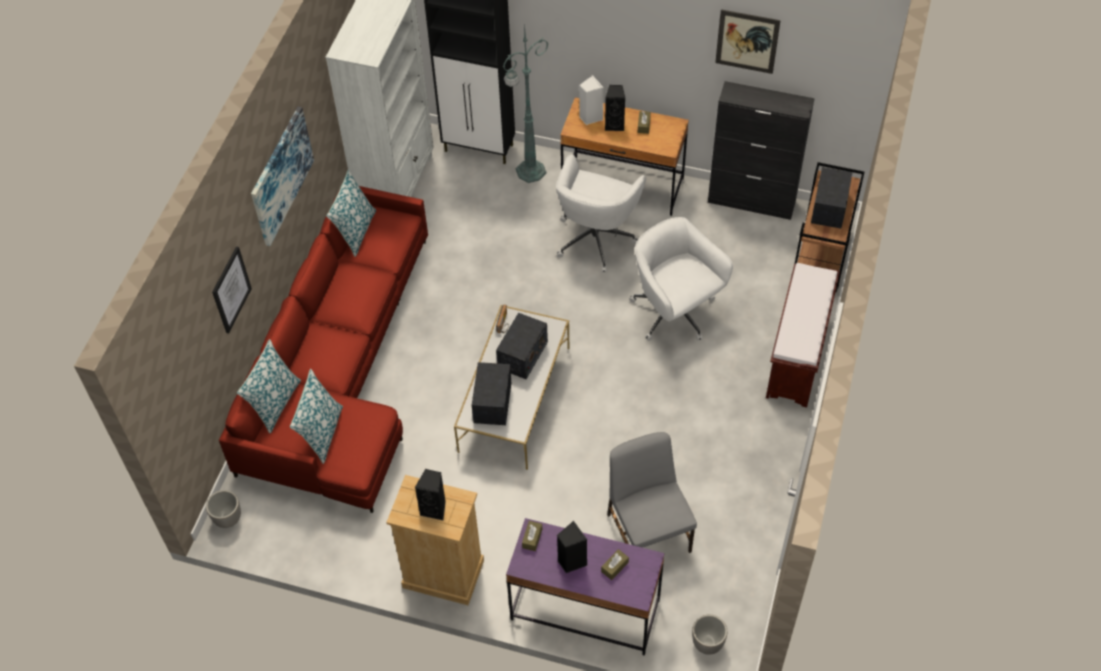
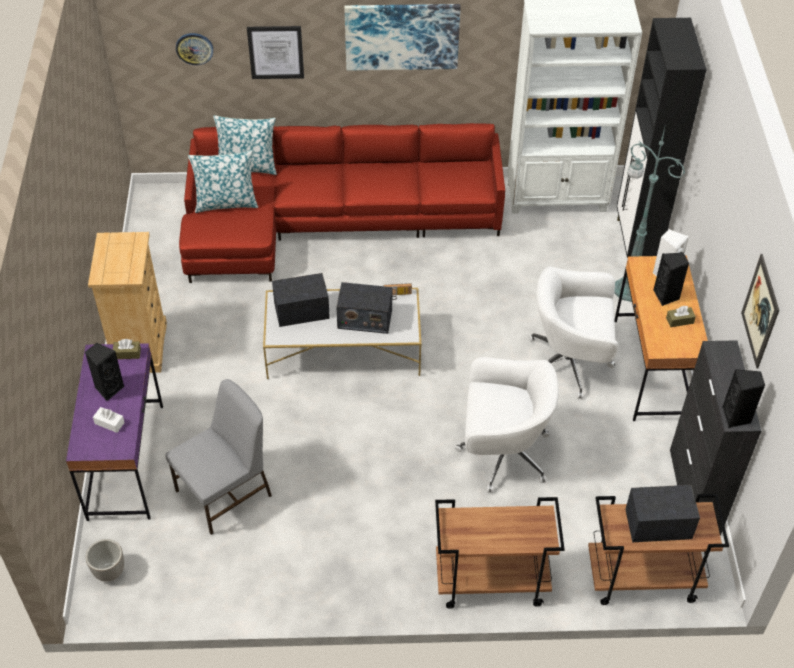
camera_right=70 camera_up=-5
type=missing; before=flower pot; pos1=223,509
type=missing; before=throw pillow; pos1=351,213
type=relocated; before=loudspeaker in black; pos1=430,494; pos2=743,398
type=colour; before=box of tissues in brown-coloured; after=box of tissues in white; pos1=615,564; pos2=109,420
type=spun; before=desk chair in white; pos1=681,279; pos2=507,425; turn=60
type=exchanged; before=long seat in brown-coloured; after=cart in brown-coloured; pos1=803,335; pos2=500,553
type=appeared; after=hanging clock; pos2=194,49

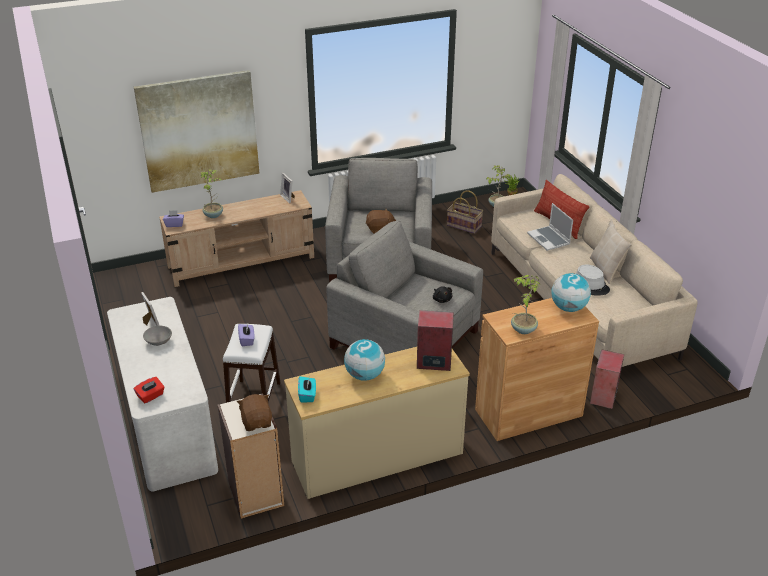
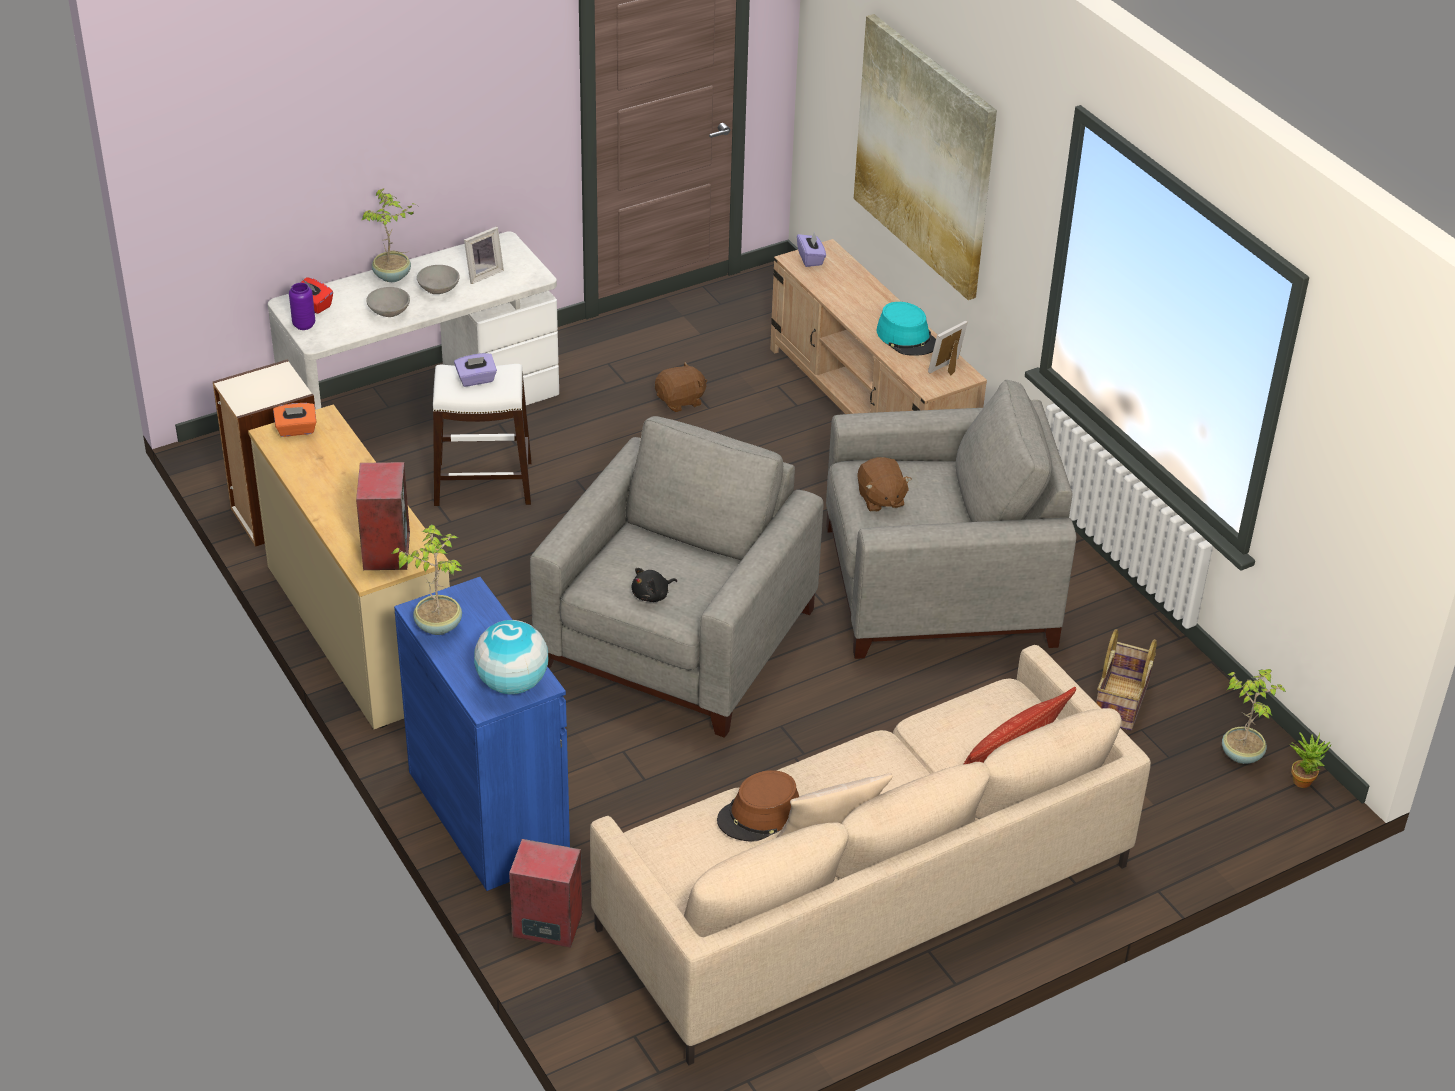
camera_right=80 camera_up=5
type=relocated; before=houseplant; pos1=212,193; pos2=388,235
type=relocated; before=soft toy in brown-coloured; pos1=254,412; pos2=681,387
type=colour; before=box of tissues in blue-green; after=box of tissues in orange; pos1=307,389; pos2=294,420
type=missing; before=world globe; pos1=364,360
type=colour; before=cabinet in brown-coloured; after=cabinet in blue-coloured; pos1=537,369; pos2=482,734
type=missing; before=laptop; pos1=550,227
type=colour; before=clothing hat in gray; after=clothing hat in brown-coloured; pos1=593,280; pos2=758,806
type=appeared; after=vase in purple-coloured; pos2=302,306
type=appeared; after=deep dish in gray; pos2=388,302
type=appeared; after=clothing hat in blue-green; pos2=906,329

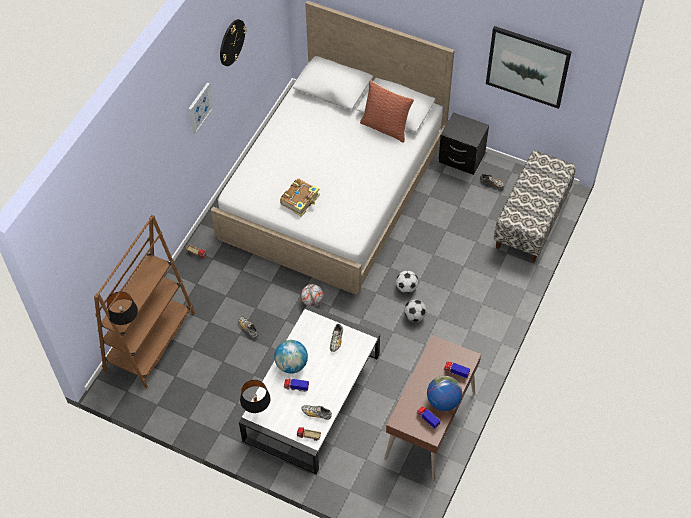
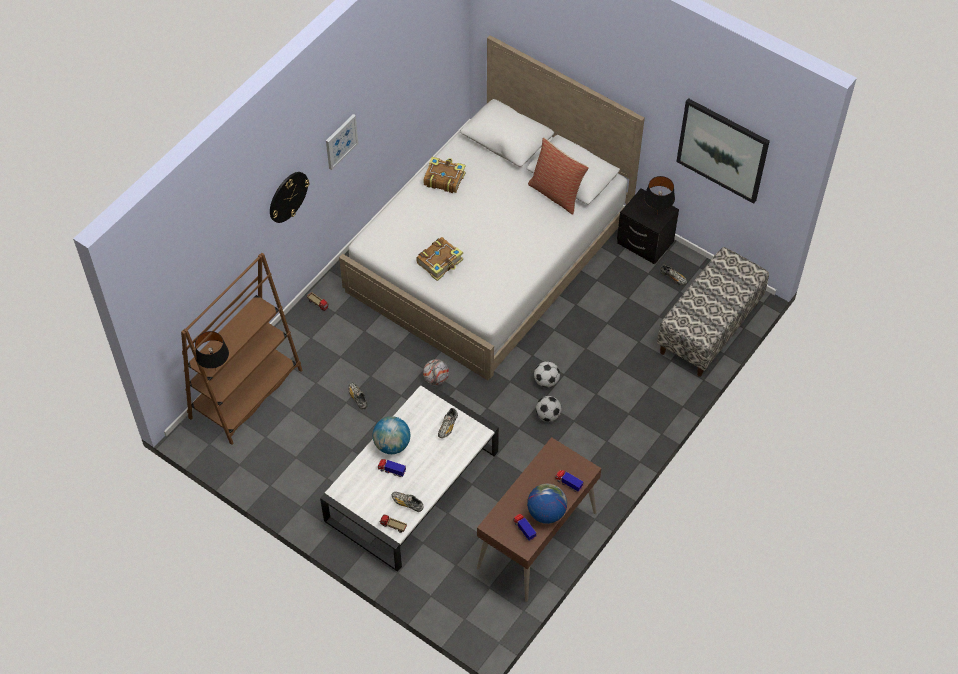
camera_right=10 camera_up=0
type=relocated; before=hanging clock; pos1=233,42; pos2=289,197
type=relocated; before=lamp for a table in black; pos1=255,396; pos2=659,195
type=appeared; after=volume; pos2=445,175

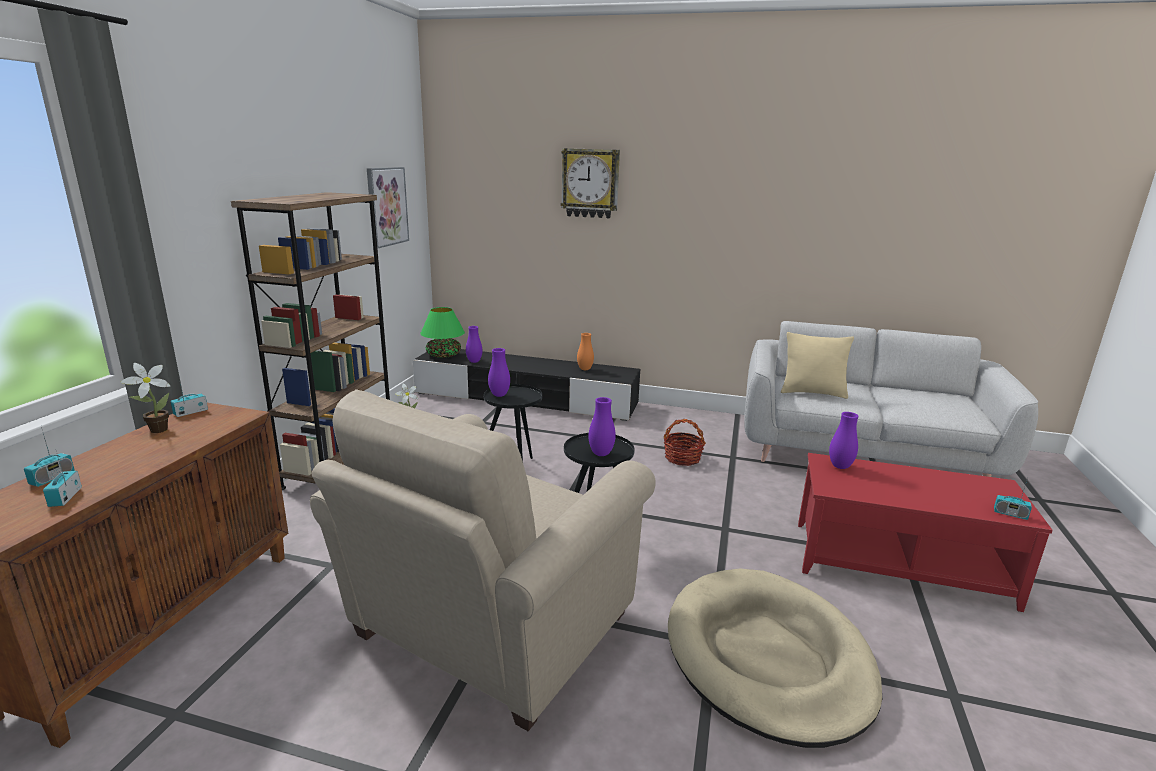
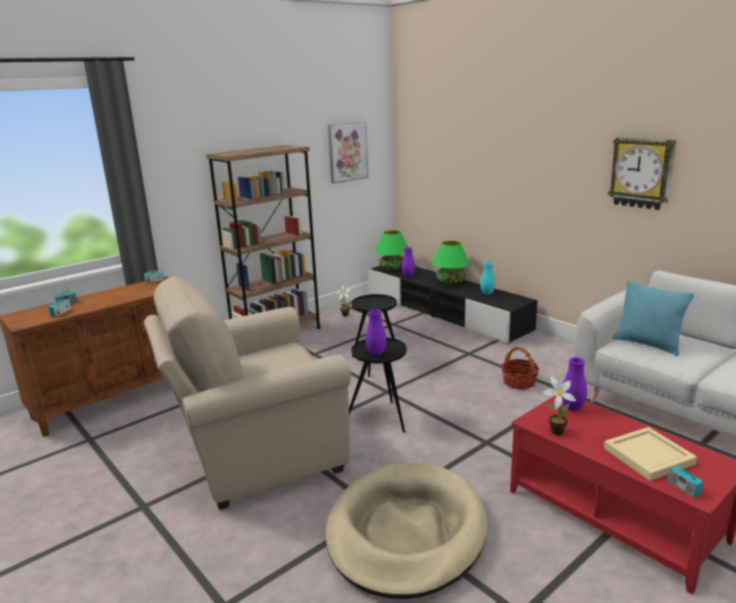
camera_right=35 camera_up=0
type=relocated; before=houseplant; pos1=145,398; pos2=559,406
type=missing; before=vase in purple-coloured; pos1=499,372
type=relocated; before=hanging clock; pos1=590,183; pos2=642,173
type=colour; before=vase in orange; after=vase in blue-green; pos1=585,351; pos2=487,278
type=colour; before=throw pillow in beige-coloured; after=throw pillow in blue-green; pos1=817,365; pos2=653,318
type=appeared; after=lamp for a table in green; pos2=451,262
type=appeared; after=carrying tray in beige-coloured; pos2=650,454

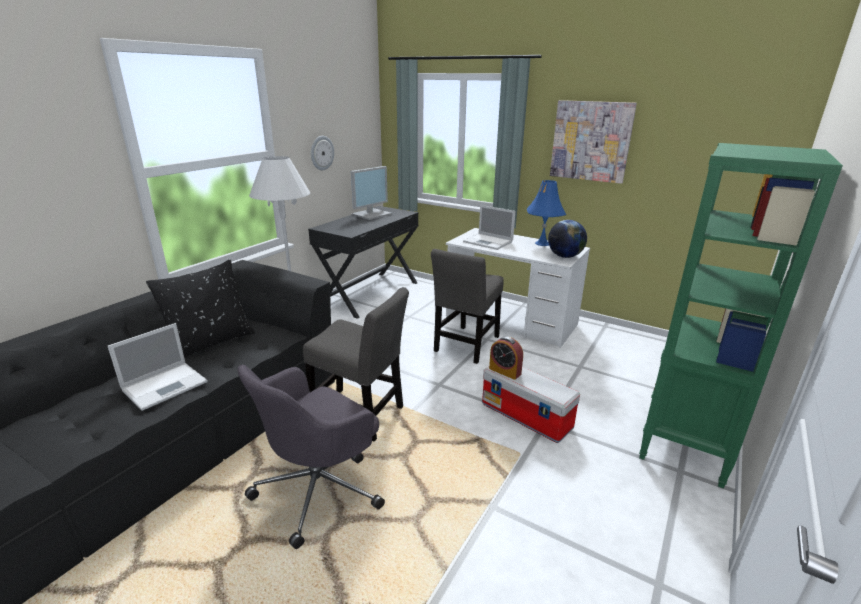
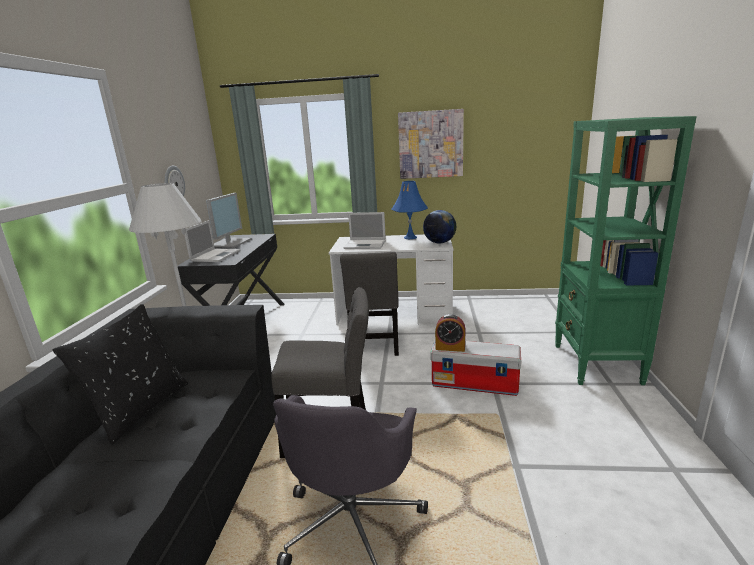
camera_right=-25 camera_up=-5
type=relocated; before=laptop; pos1=158,367; pos2=212,241

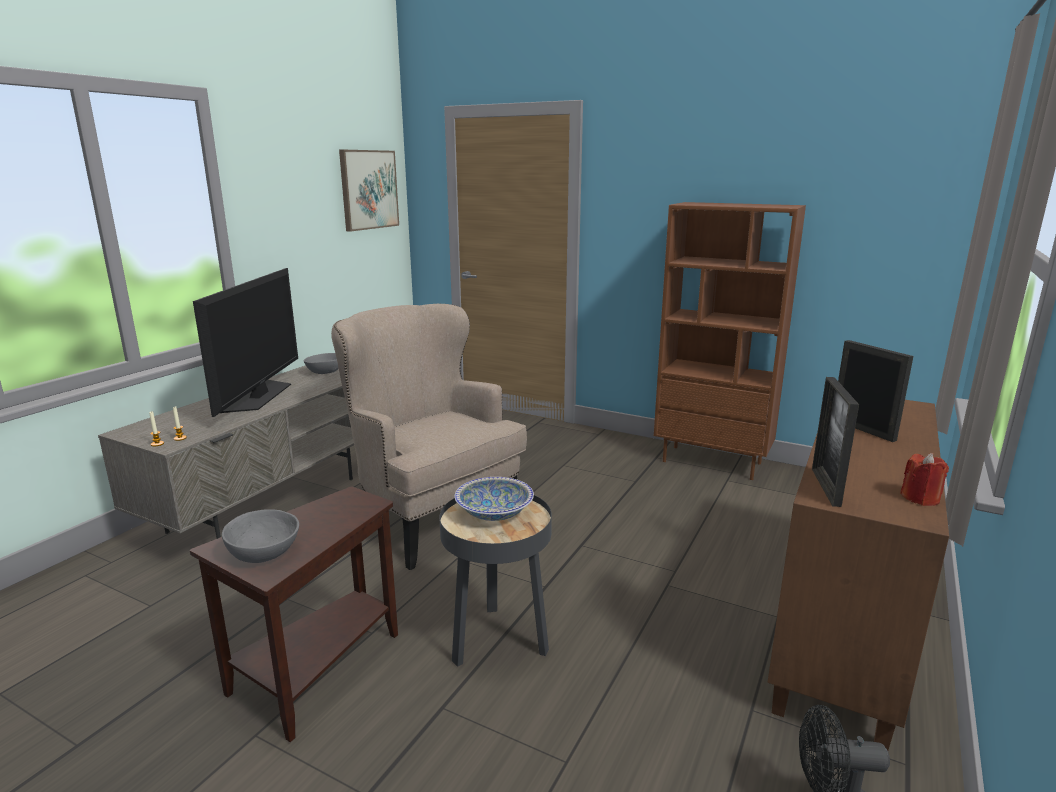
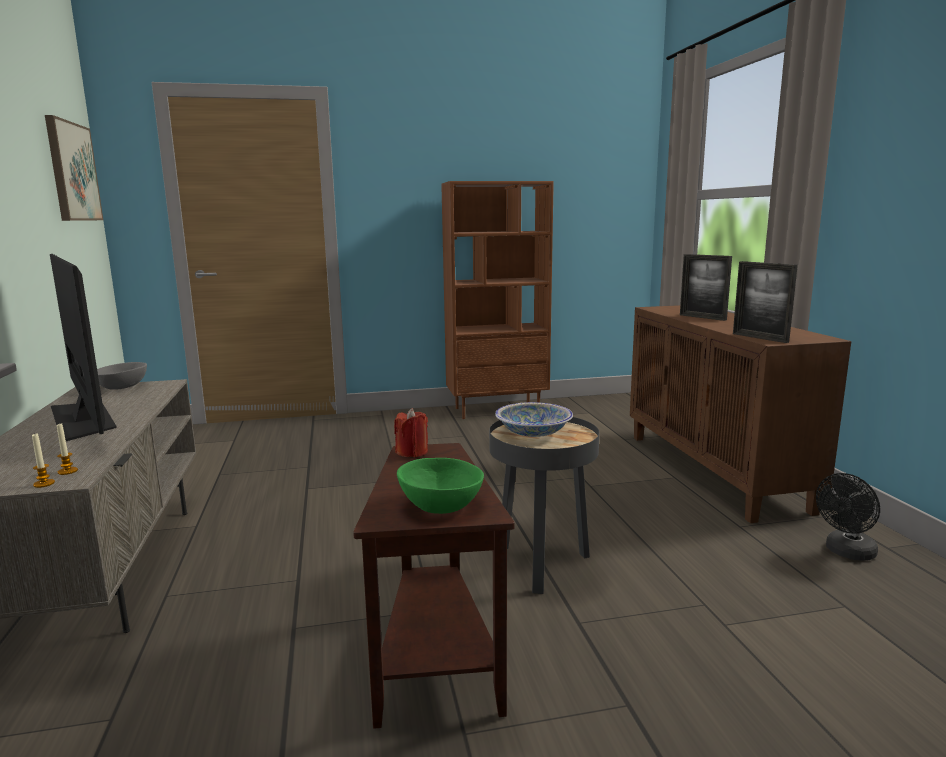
camera_right=-40 camera_up=-5
type=colour; before=deep dish in gray; after=deep dish in green; pos1=260,536; pos2=440,486
type=missing; before=lounge chair in beige-coloured; pos1=429,437
type=spun; before=standing frame; pos1=875,391; pos2=706,287; turn=-150
type=relocated; before=wax light in reddish; pos1=924,479; pos2=411,432

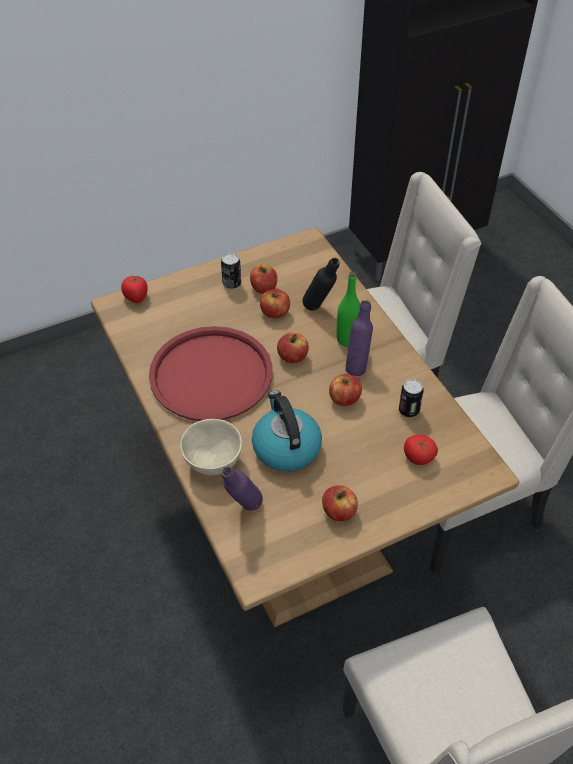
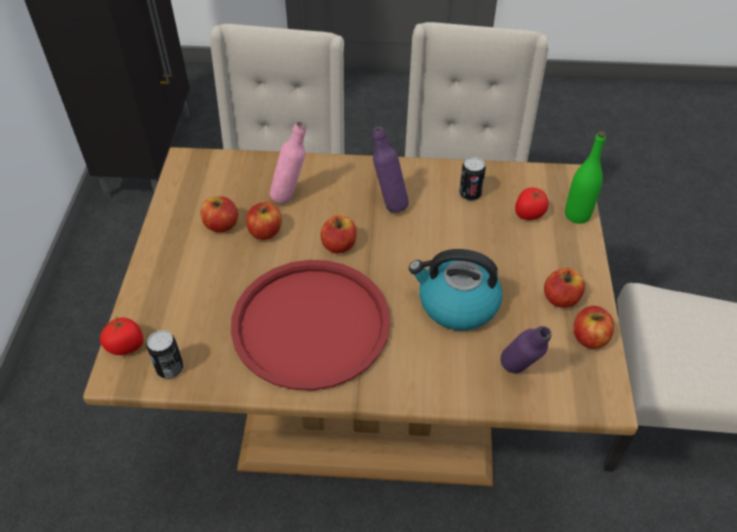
camera_right=-60 camera_up=0
type=missing; before=deep dish in beige-coloured; pos1=211,447
type=relocated; before=can; pos1=231,271; pos2=165,354
type=colour; before=beverage bottle in black; after=beverage bottle in pink-coloured; pos1=321,284; pos2=287,163
type=relocated; before=whole apple; pos1=345,390; pos2=593,327
type=relocated; before=beverage bottle in green; pos1=348,309; pos2=585,177

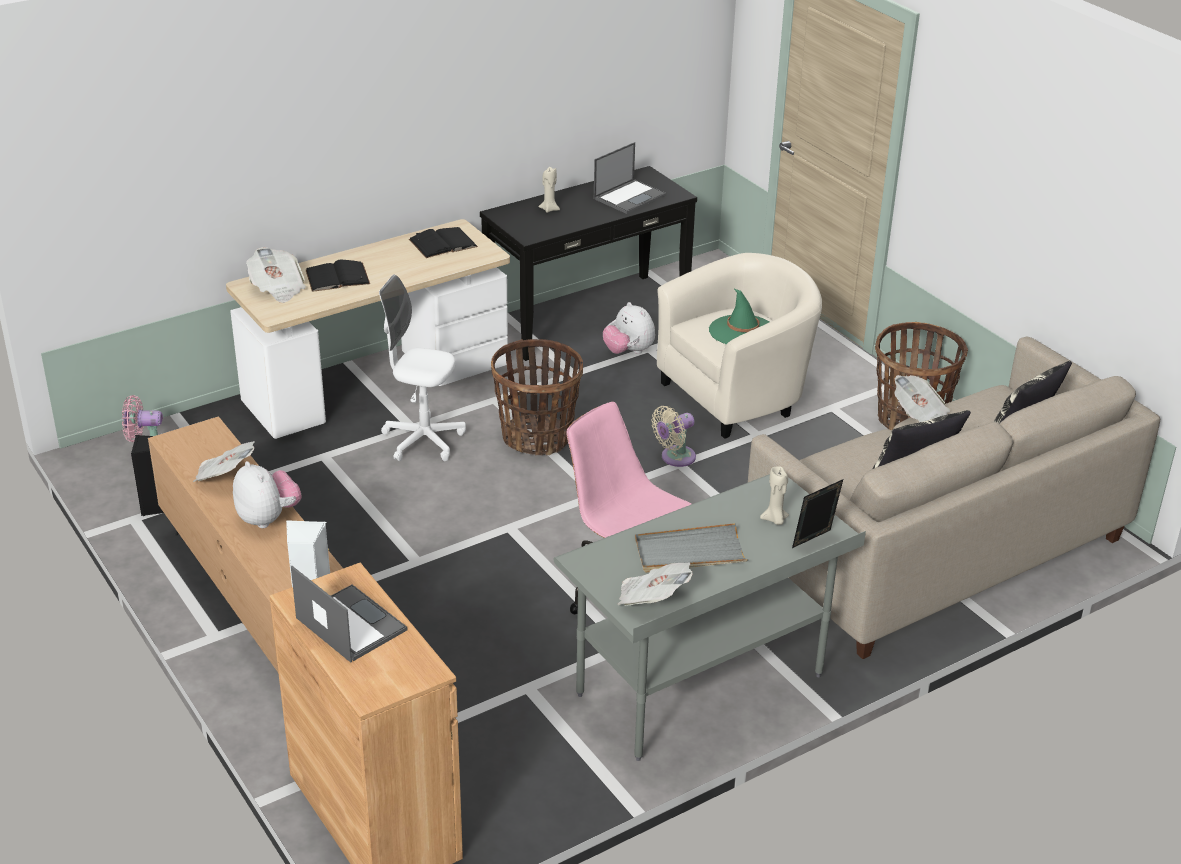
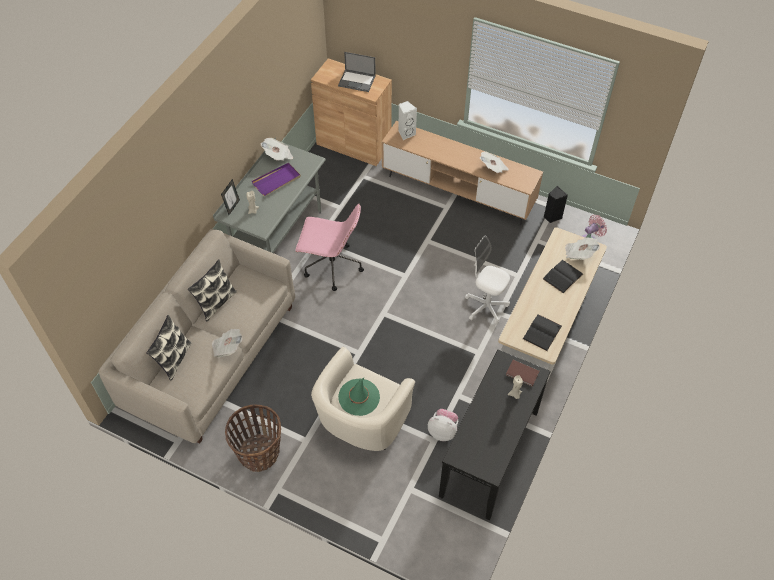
camera_right=150 camera_up=20
type=missing; before=soft toy; pos1=267,494
type=spun; before=desk chair in white; pos1=422,368; pos2=487,280; turn=-135
type=missing; before=basket; pos1=537,397
type=missing; before=laptop; pos1=630,178
type=colour; before=carrying tray in gray; after=carrying tray in purple-coloured; pos1=692,548; pos2=276,179
type=missing; before=cooling fan in beige-coloured; pos1=673,436
type=appeared; after=volume in brown-coloured; pos2=522,373

